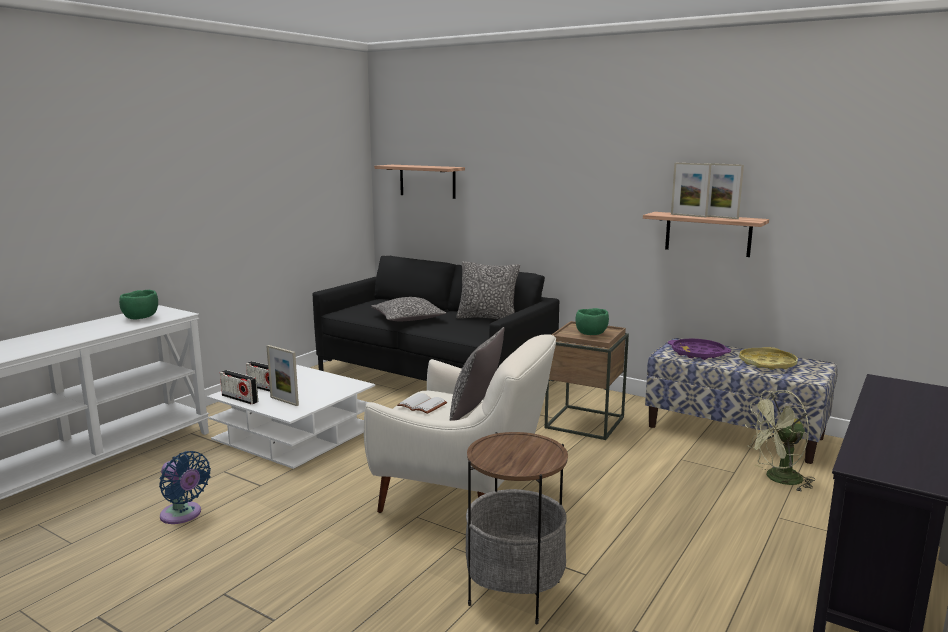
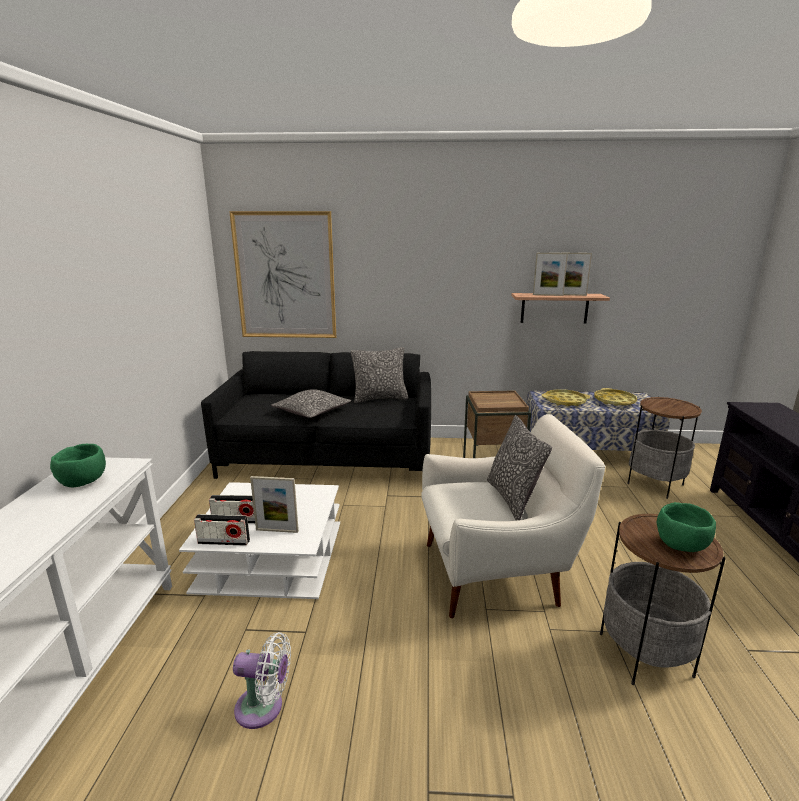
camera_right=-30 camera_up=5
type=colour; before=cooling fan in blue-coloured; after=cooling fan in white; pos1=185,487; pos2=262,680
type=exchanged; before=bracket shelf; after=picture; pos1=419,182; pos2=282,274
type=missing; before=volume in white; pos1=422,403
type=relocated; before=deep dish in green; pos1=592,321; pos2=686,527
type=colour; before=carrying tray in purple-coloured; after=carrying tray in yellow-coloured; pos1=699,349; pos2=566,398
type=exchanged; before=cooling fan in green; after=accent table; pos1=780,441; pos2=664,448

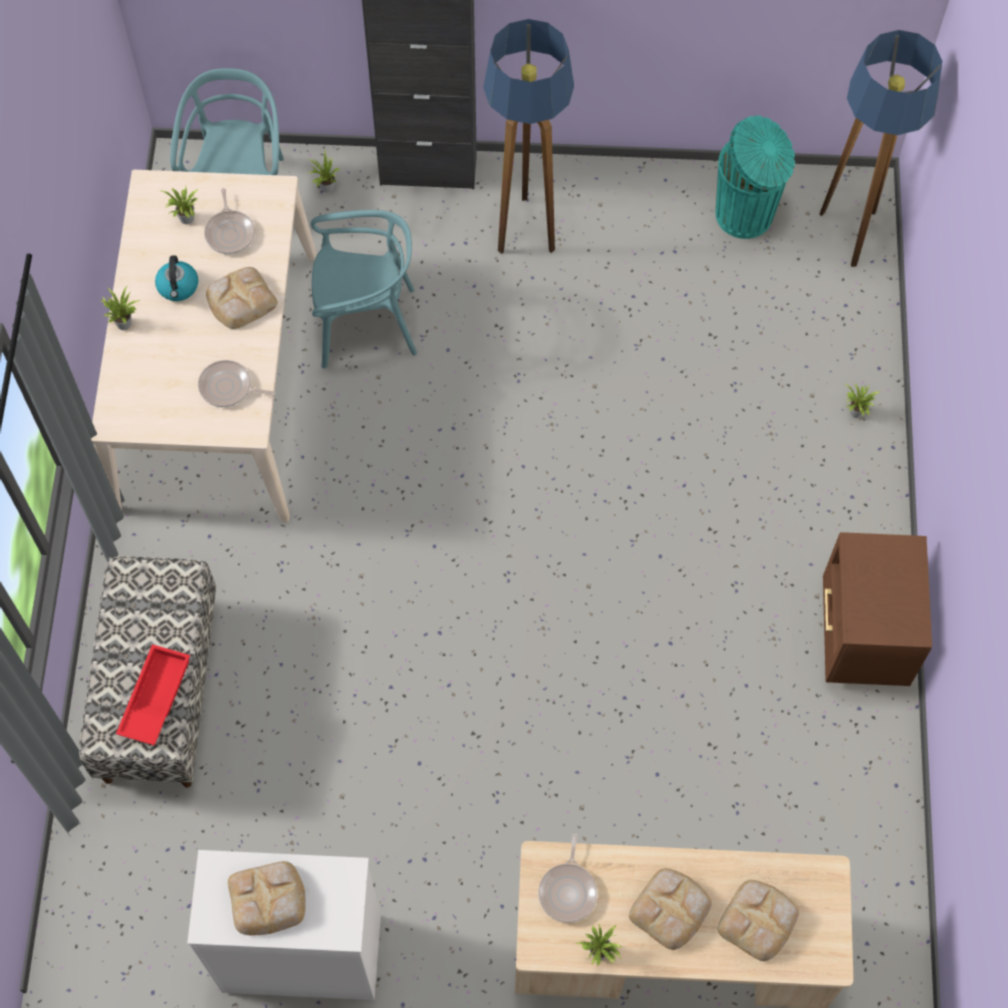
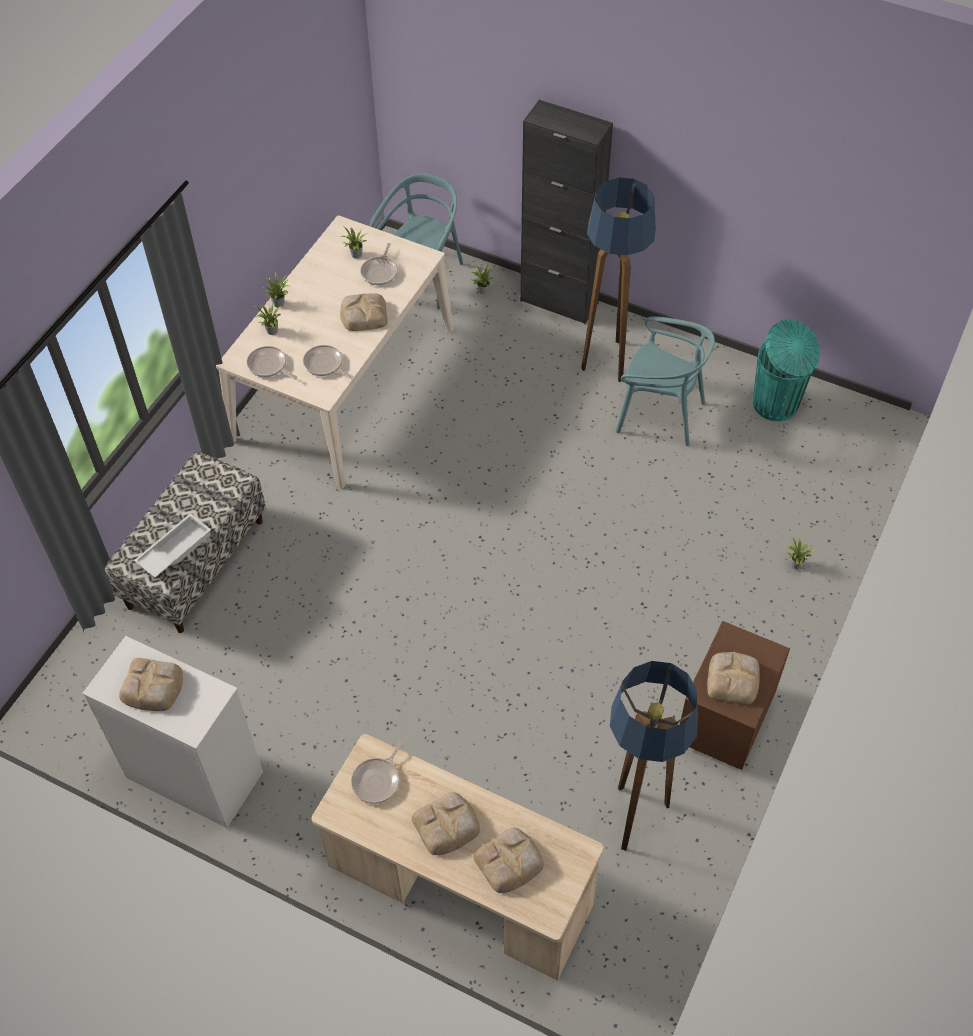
camera_right=25 camera_up=-10
type=colour; before=carrying tray in reddish; after=carrying tray in white; pos1=153,695; pos2=172,545
type=missing; before=tea kettle; pos1=176,278
type=relocated; before=chair in blue-green; pos1=364,289; pos2=665,381
type=relocated; before=houseplant; pos1=598,945; pos2=267,319
type=relocated; before=floor lamp; pos1=880,148; pos2=654,756
type=appeared; after=pan; pos2=272,362
type=appeared; after=baked bread; pos2=733,678

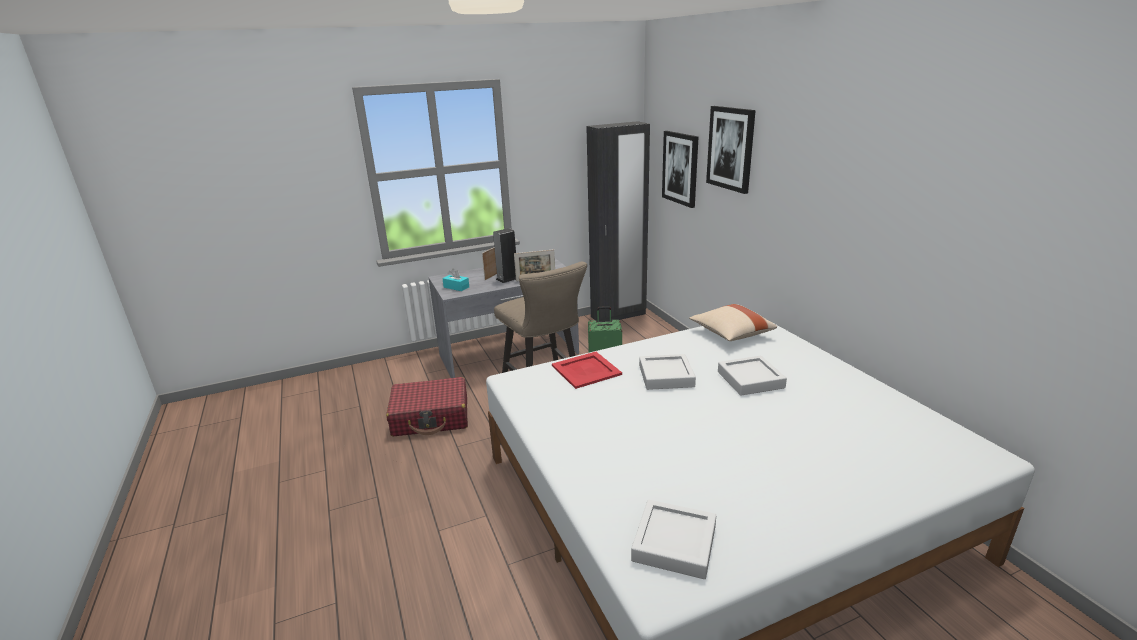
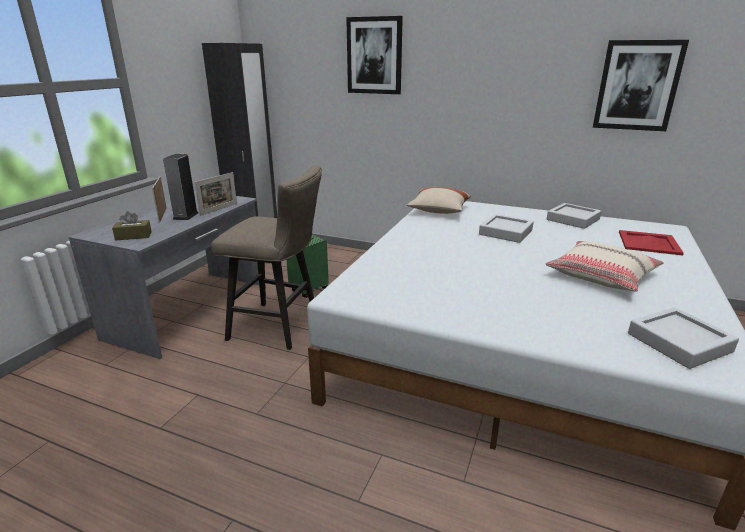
camera_right=-45 camera_up=0
type=missing; before=travel case in reddish; pos1=427,407
type=colour; before=box of tissues in blue-green; after=box of tissues in brown-coloured; pos1=455,280; pos2=132,226
type=relocated; before=carrying tray in reddish; pos1=587,370; pos2=651,242
type=relocated; before=carrying tray in gray; pos1=667,372; pos2=574,216
type=relocated; before=picture; pos1=680,169; pos2=641,85
type=appeared; after=throw pillow in beige-coloured; pos2=604,266

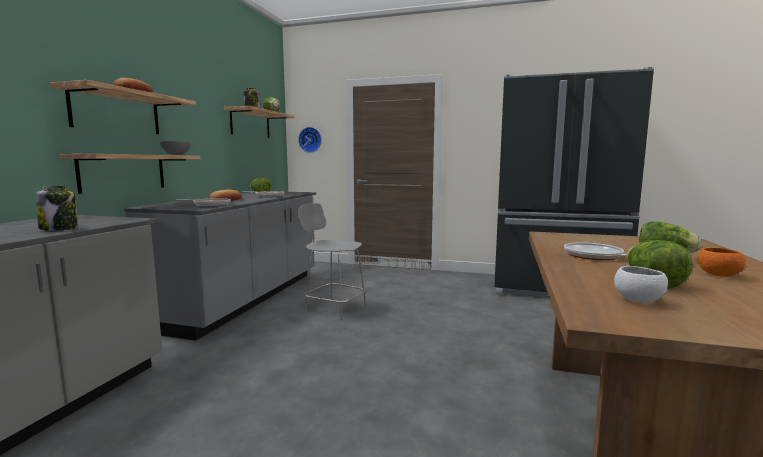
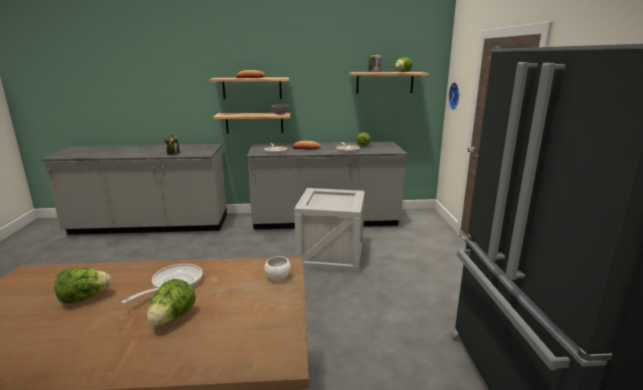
camera_right=70 camera_up=10
type=exchanged; before=chair in gray; after=crate; pos1=332,261; pos2=329,230
type=relocated; before=deep dish in white; pos1=641,284; pos2=277,268
type=missing; before=deep dish in orange; pos1=722,262

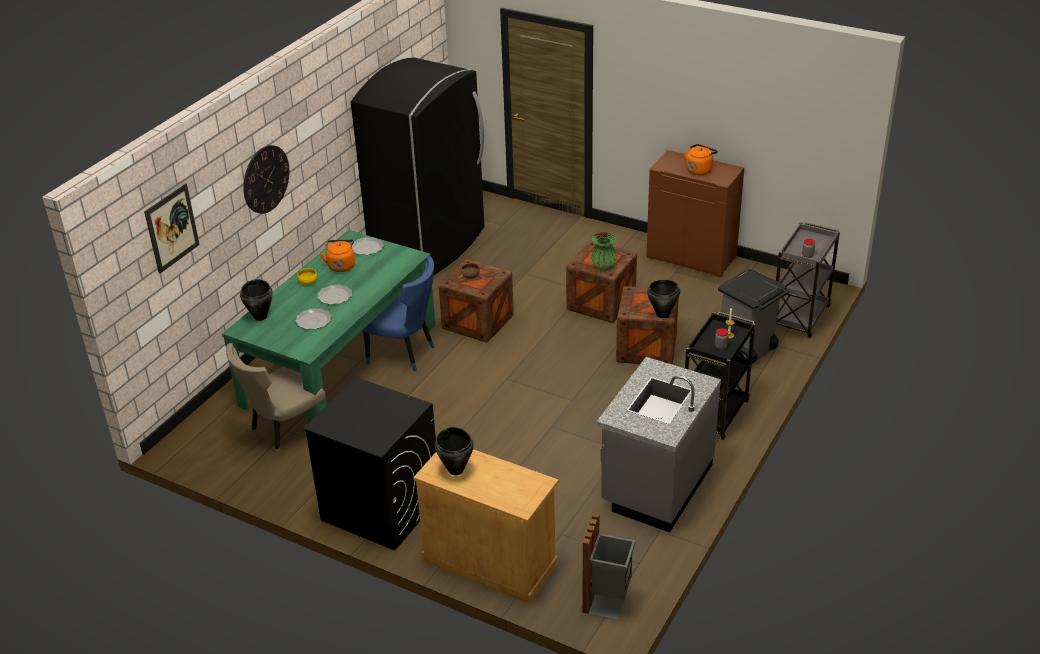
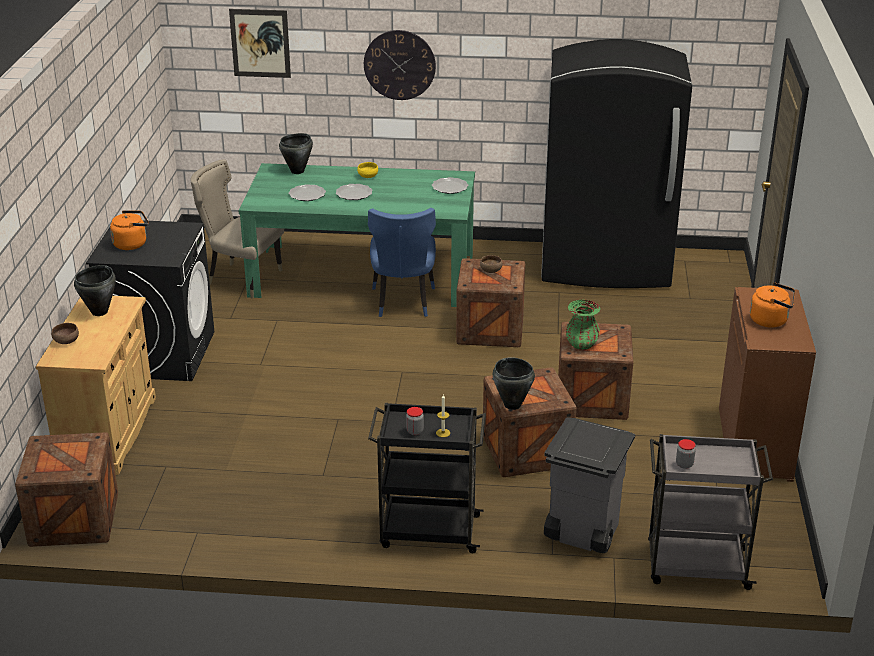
camera_right=65 camera_up=-5
type=relocated; before=tea kettle in orange; pos1=337,255; pos2=129,230
type=exchanged; before=trash can in gray; after=crate; pos1=608,566; pos2=66,489
type=missing; before=counter in gray; pos1=659,445
type=appeared; after=deep dish in brown-coloured; pos2=65,333

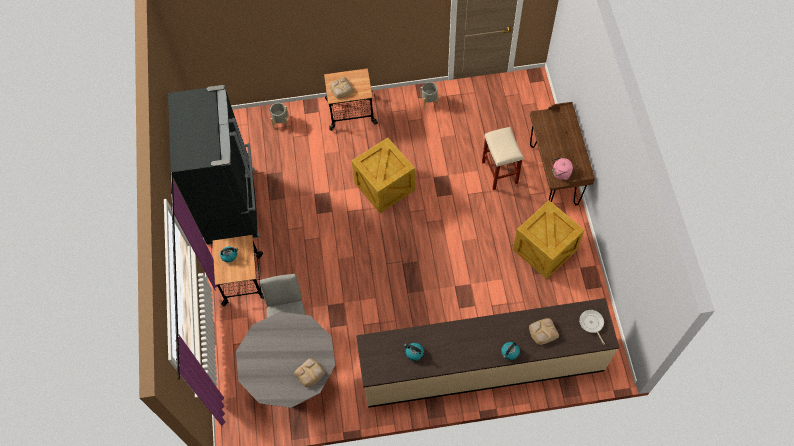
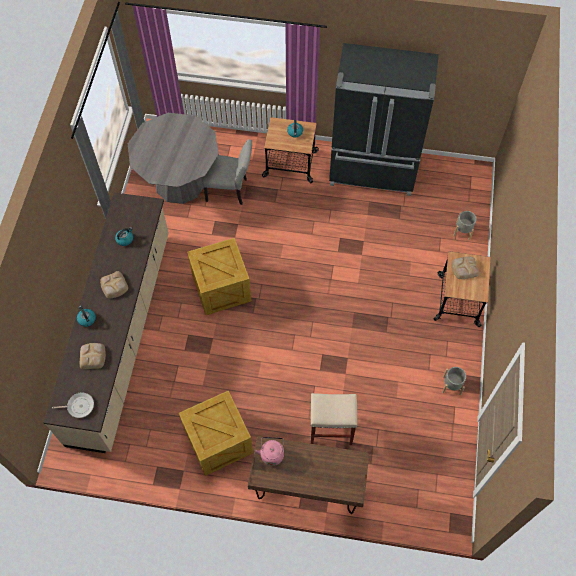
camera_right=105 camera_up=0
type=relocated; before=baked bread; pos1=309,373; pos2=114,285
type=relocated; before=crate; pos1=383,175; pos2=219,276

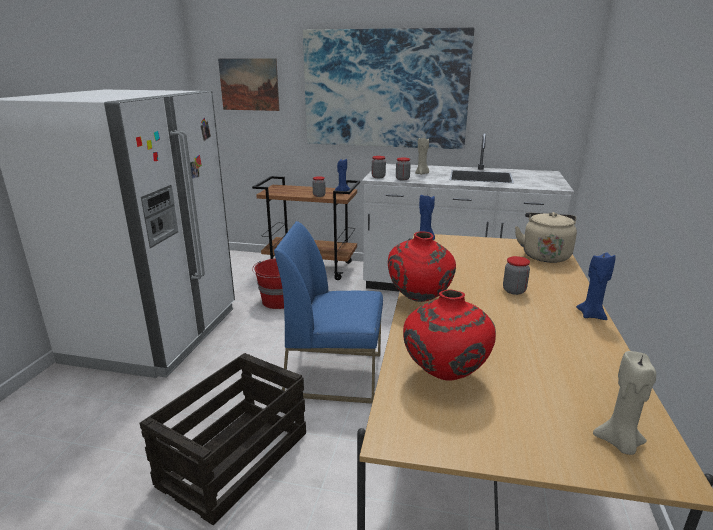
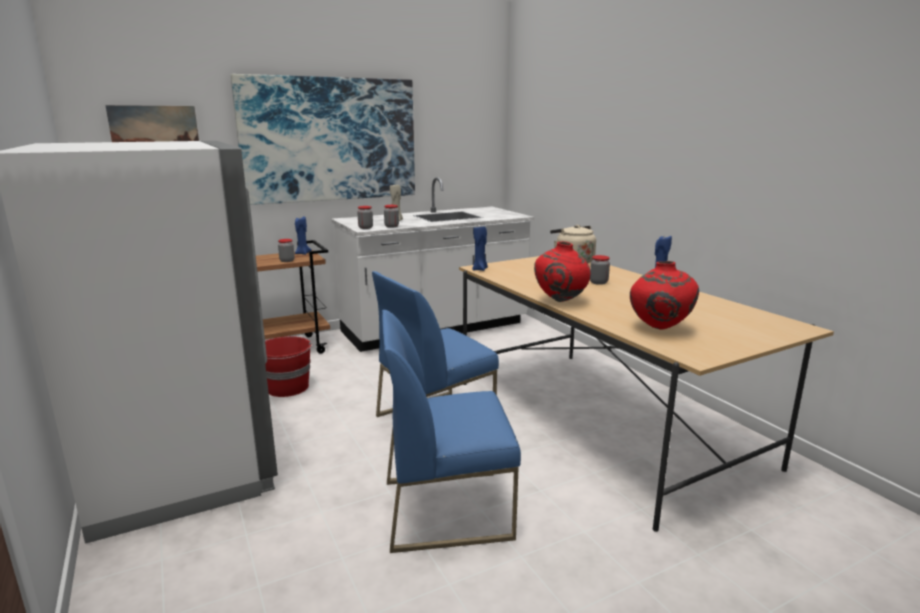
camera_right=-40 camera_up=-5
type=exchanged; before=crate; after=chair in blue-coloured; pos1=223,439; pos2=451,431
type=missing; before=wax light in beige-coloured; pos1=624,403

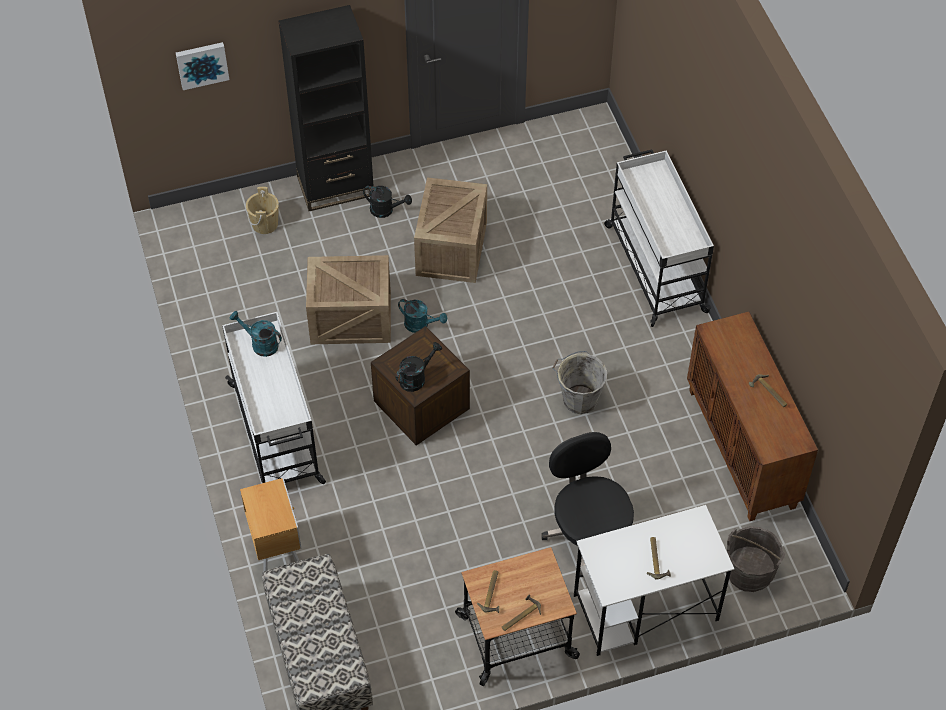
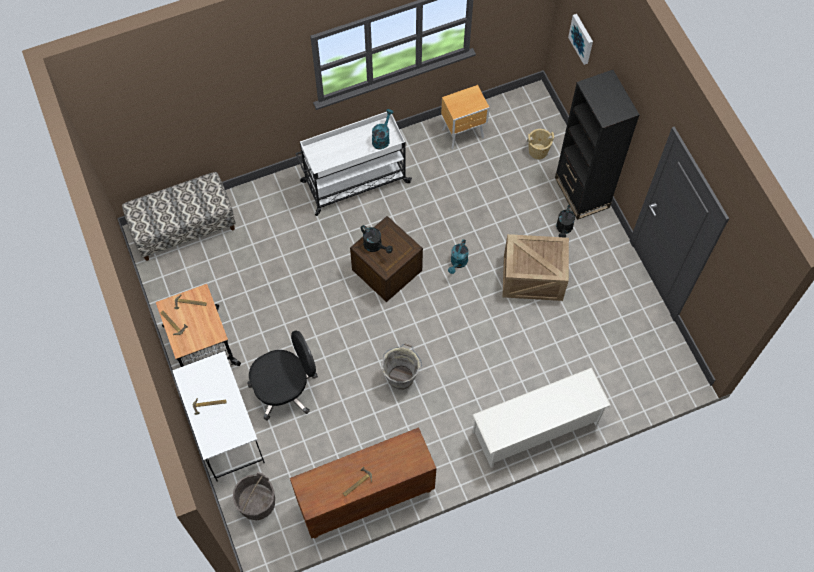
camera_right=85 camera_up=10
type=relocated; before=nightstand in brown-coloured; pos1=271,525; pos2=465,117
type=missing; before=crate; pos1=348,299
type=exchanged; before=cart in white; after=shoe stand in white; pos1=659,238; pos2=542,418

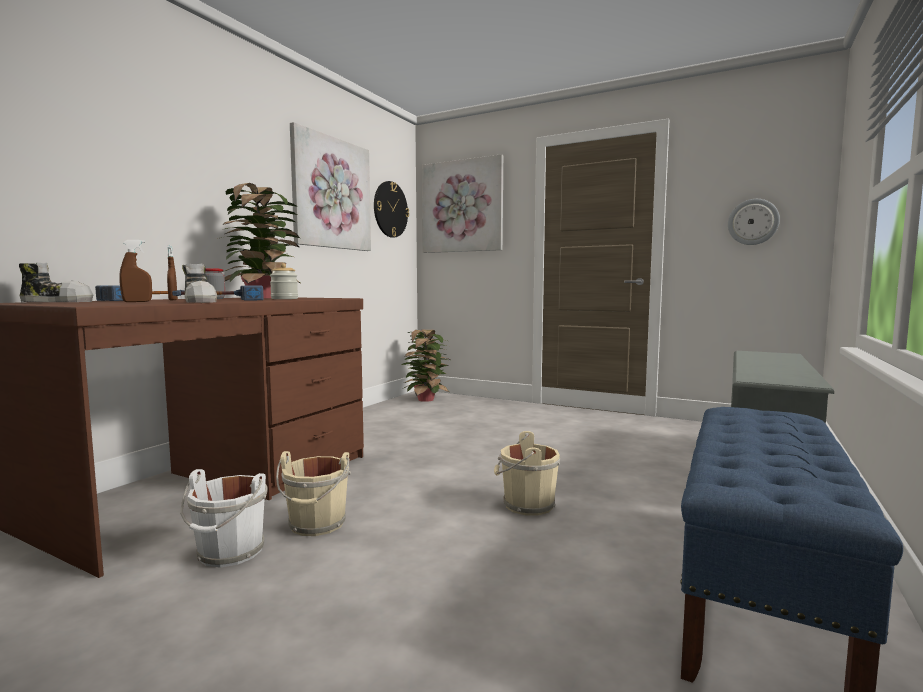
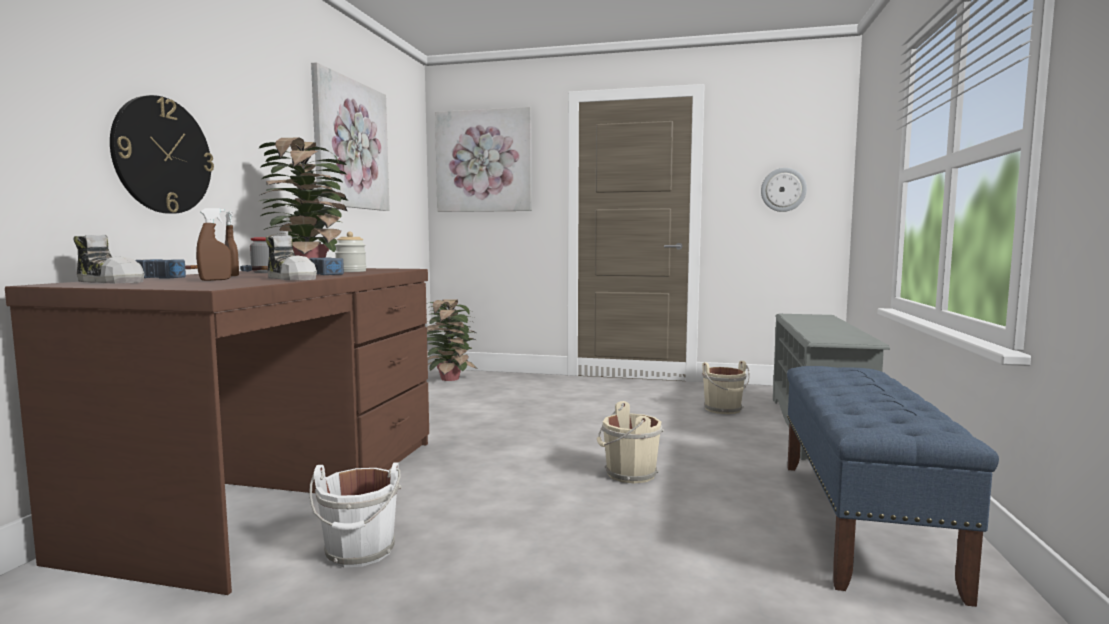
camera_right=-15 camera_up=0
type=spun; before=low shoe; pos1=56,282; pos2=109,258; turn=45
type=relocated; before=pail in beige-coloured; pos1=313,493; pos2=726,387
type=relocated; before=hanging clock; pos1=391,209; pos2=162,154

